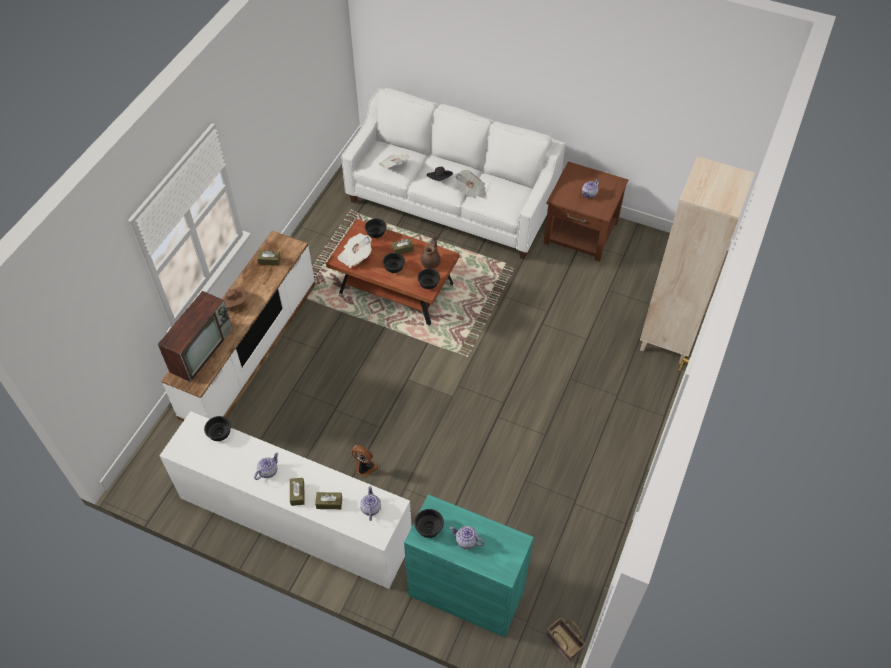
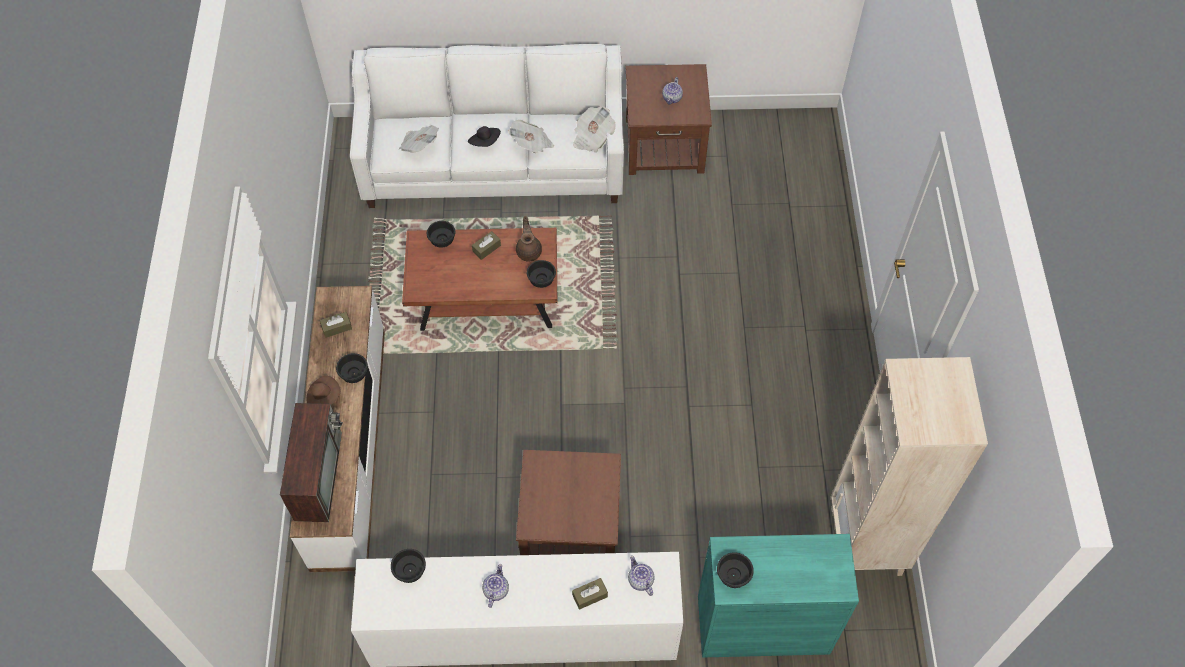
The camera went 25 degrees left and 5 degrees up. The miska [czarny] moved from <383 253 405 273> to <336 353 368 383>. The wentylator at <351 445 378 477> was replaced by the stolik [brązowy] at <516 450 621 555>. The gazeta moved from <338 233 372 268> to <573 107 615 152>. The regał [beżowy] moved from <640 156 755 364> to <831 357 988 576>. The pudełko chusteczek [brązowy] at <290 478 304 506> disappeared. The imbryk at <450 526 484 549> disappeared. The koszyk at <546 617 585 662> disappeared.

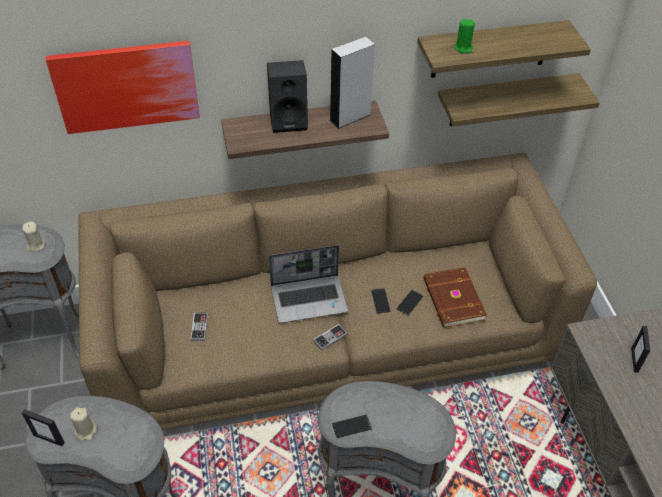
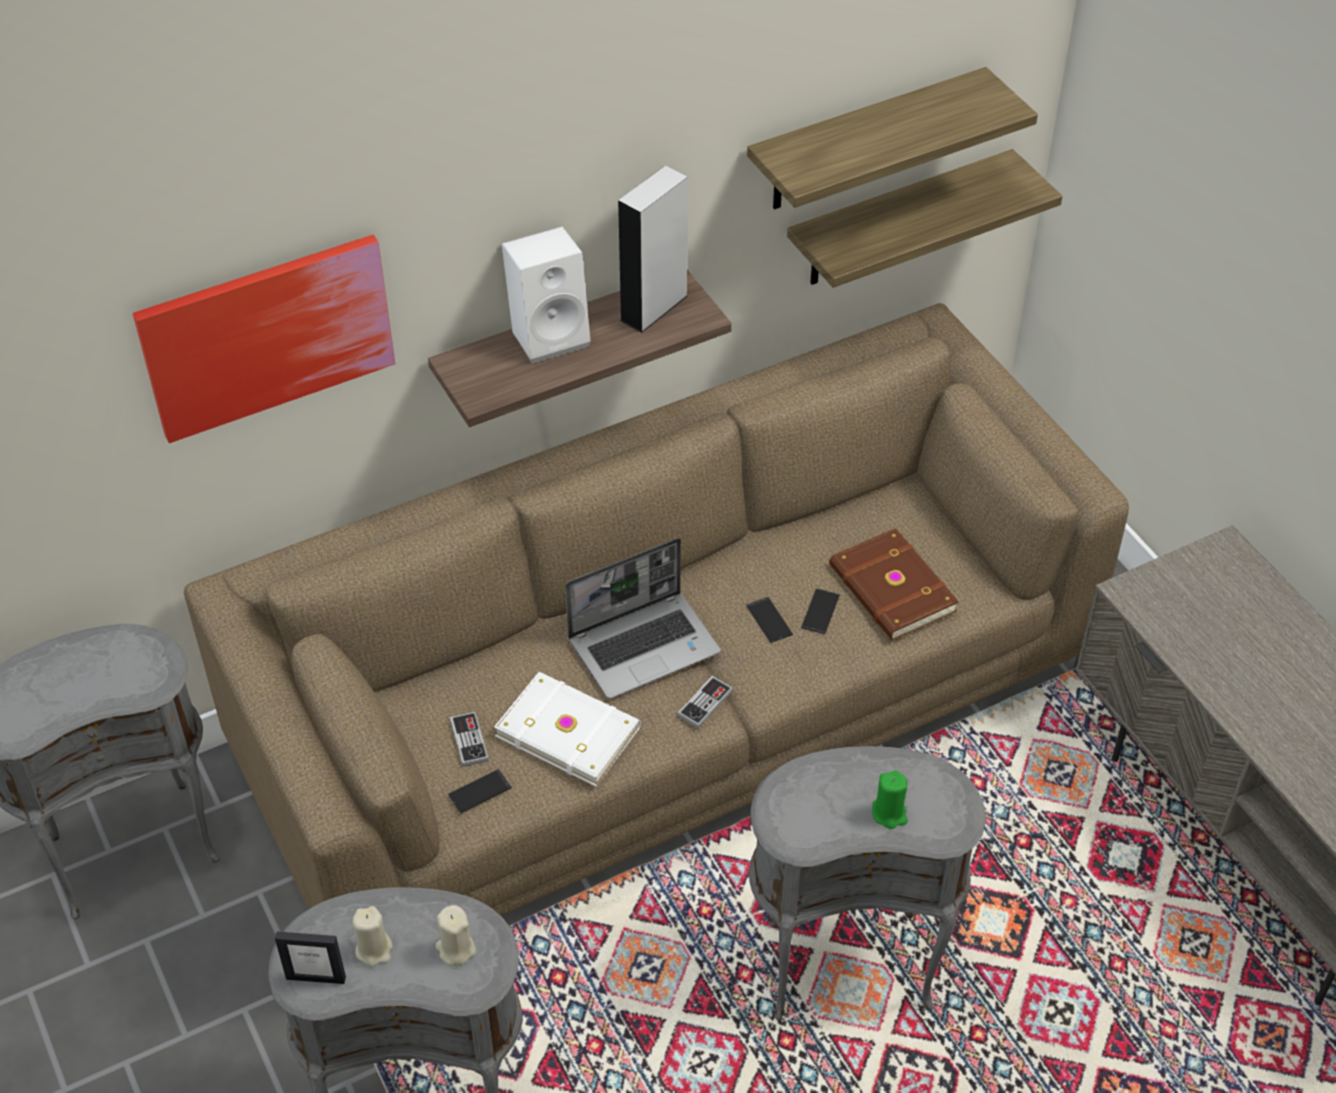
The camera went 15 degrees left and 0 degrees up. The świeca [beżowy] moved from <22 222 45 252> to <435 905 476 966>. The telefon moved from <332 414 372 438> to <448 769 512 814>. The książka [biały] at <494 672 641 787> appeared. The głośnik [czarny] at <267 60 308 133> became the głośnik [biały] at <502 227 591 364>. The świeca [zielony] moved from <454 19 475 54> to <872 770 908 829>. The ramka na zdjęcie at <631 326 650 373> disappeared.

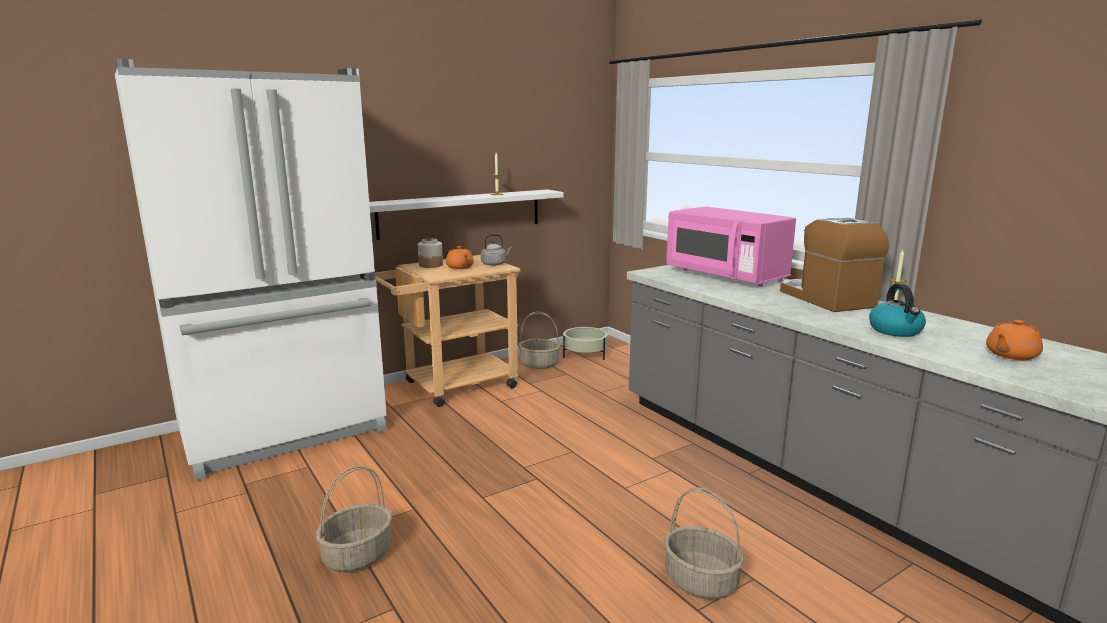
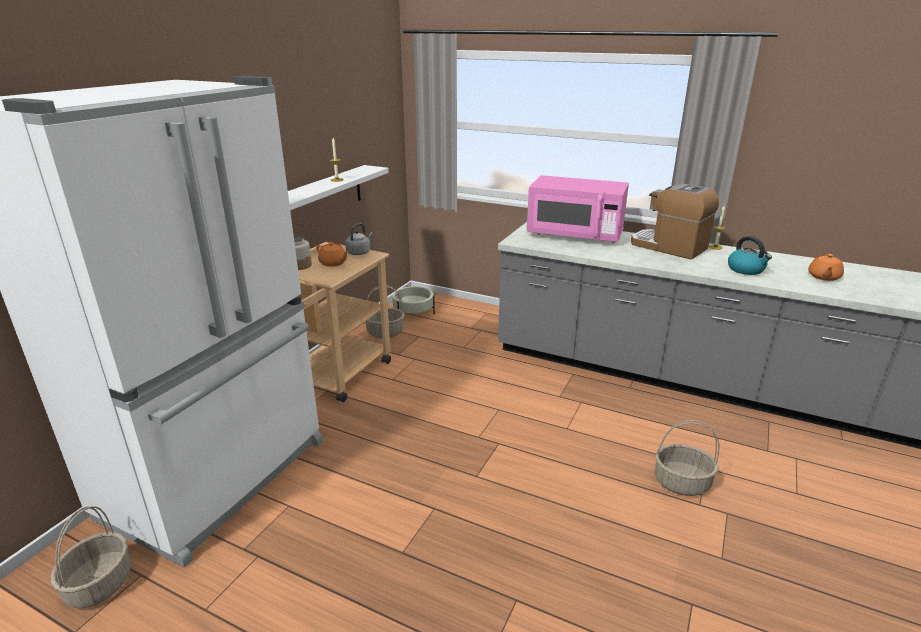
The camera went 30 degrees left and 10 degrees up. The koszyk moved from <316 466 392 572> to <51 506 131 608>.

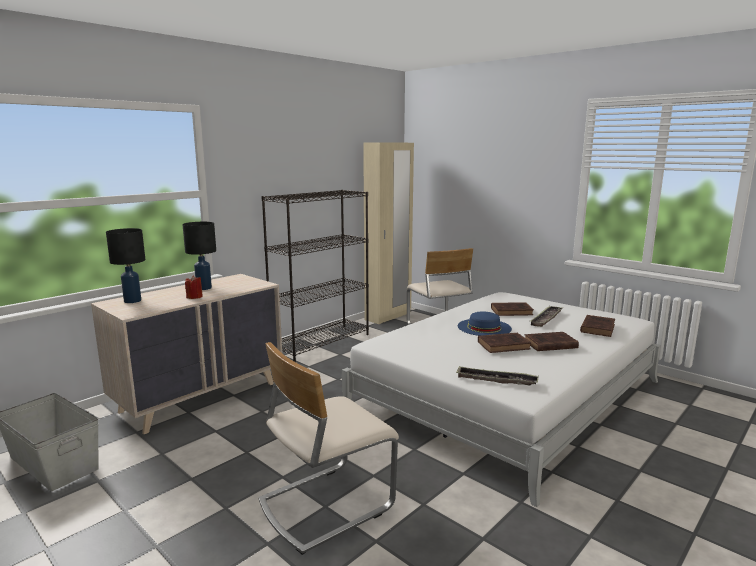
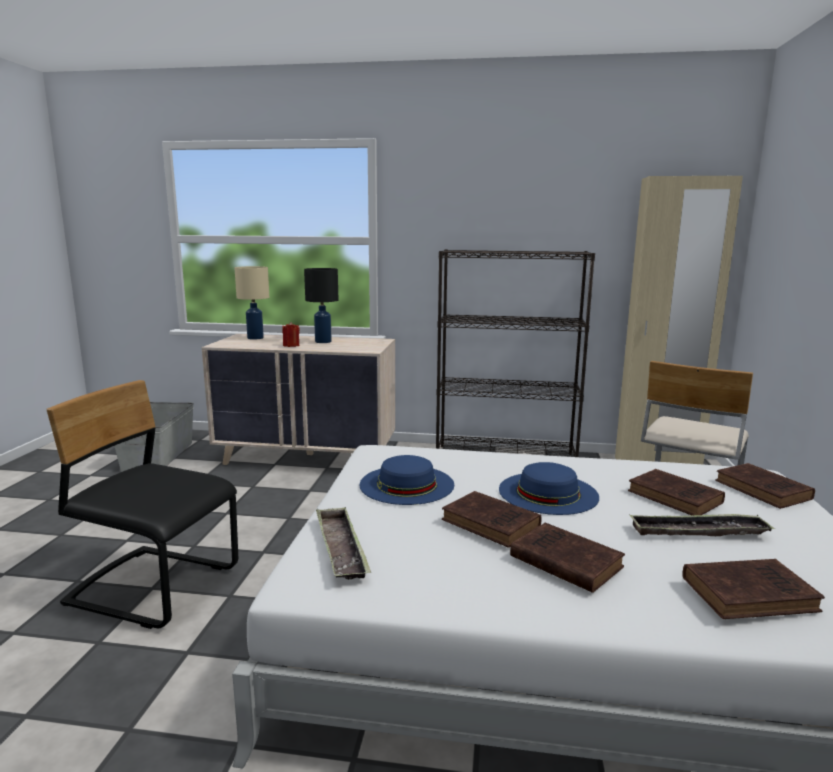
The camera went 55 degrees right and 0 degrees up. The krzesło [beżowy] at <258 342 399 555> became the krzesło [czarny] at <46 380 238 629>. The lampa stołowa [czarny] at <106 228 145 303> became the lampa stołowa [beżowy] at <234 266 269 340>. The kapelusz [niebieski] at <359 455 454 505> appeared. The książka [brązowy] at <715 463 815 509> appeared.

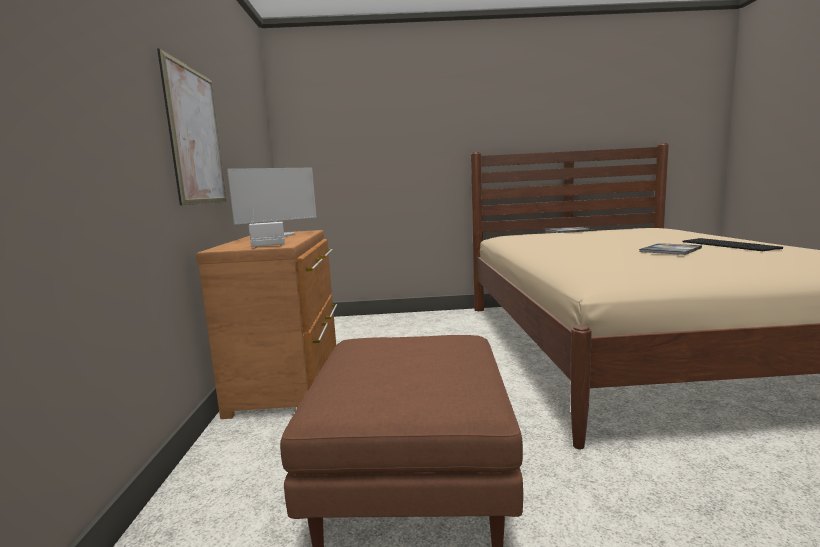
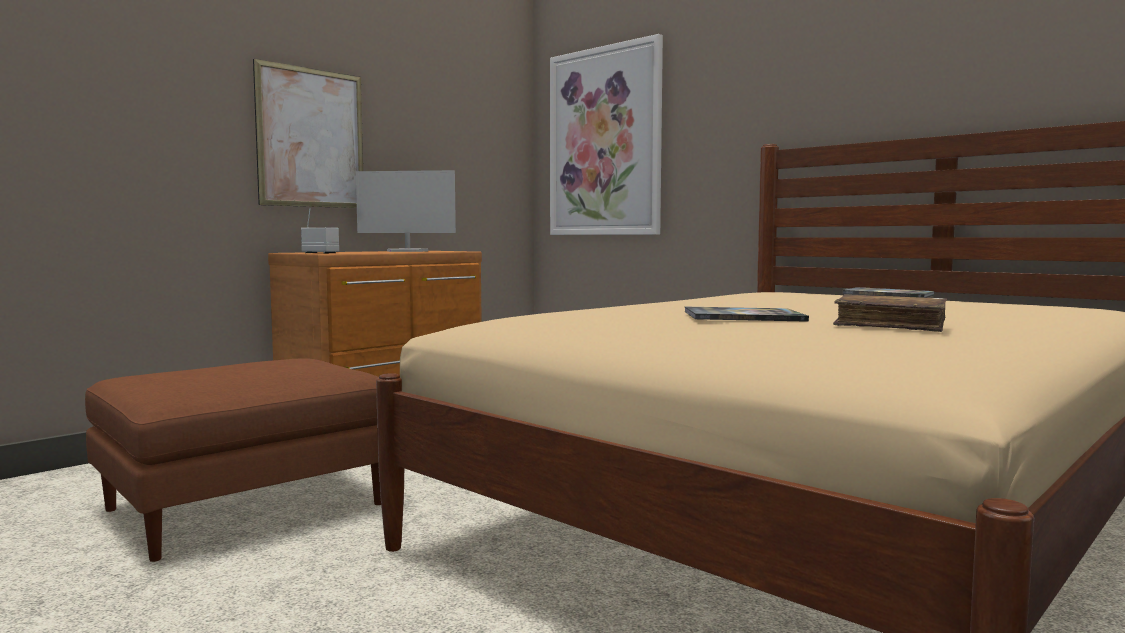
The camera went 45 degrees right and 5 degrees down. The obraz at <550 34 663 235> appeared. The klawiatura at <682 238 783 251> was replaced by the książka [brązowy] at <833 295 947 332>.

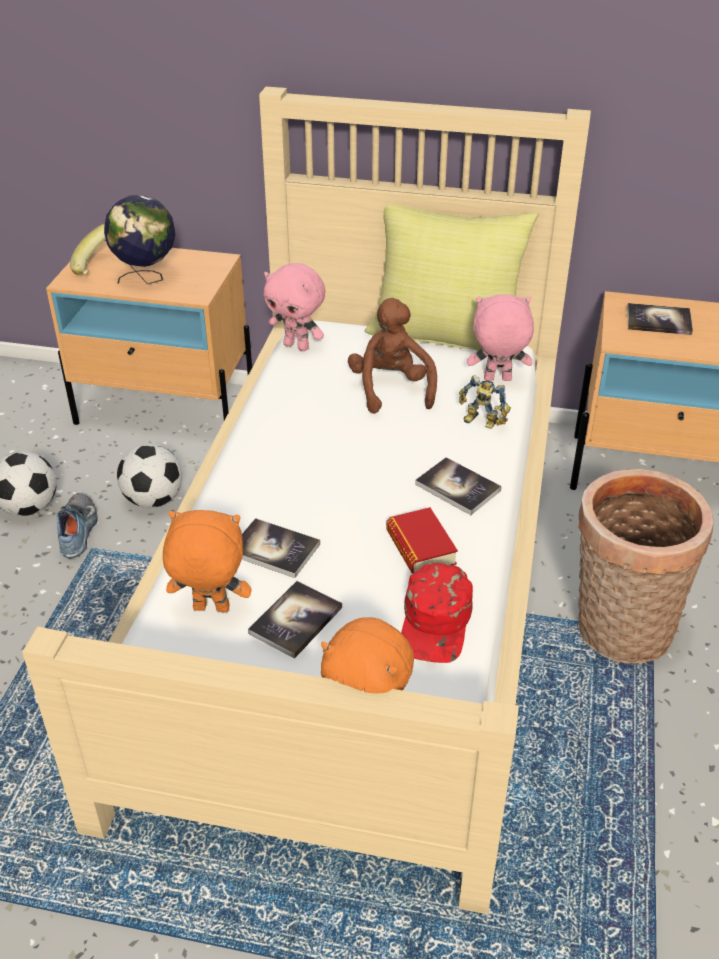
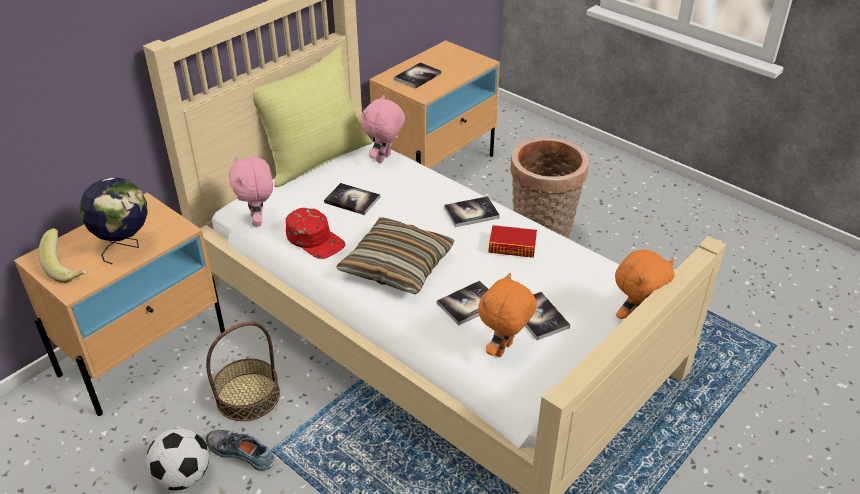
The camera went 60 degrees left and 0 degrees up. The piłka futbolowa at <117 444 182 508> was replaced by the koszyk at <206 322 280 421>. The pluszak [różowy] at <264 263 325 351> turned 105 degrees clockwise. The czapka z daszkiem [czerwony] moved from <401 563 473 663> to <286 208 346 259>. The pluszak [brązowy] at <348 298 437 414> was replaced by the książka at <324 183 380 215>. The poduszka at <336 217 455 295> appeared. The robot zabawkowy at <459 375 511 429> disappeared.

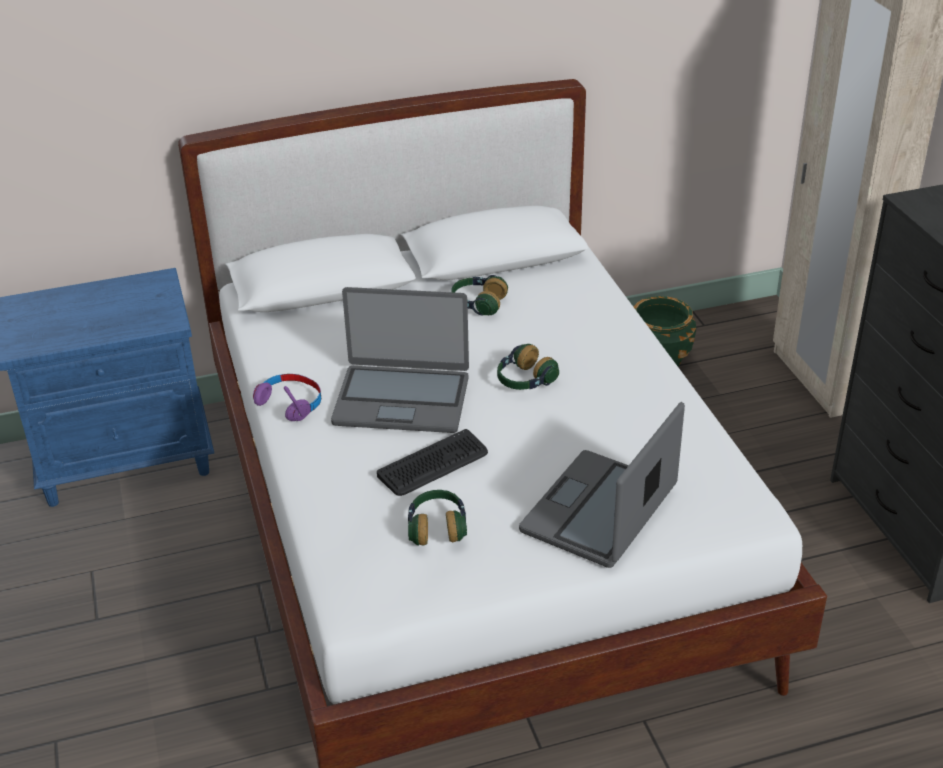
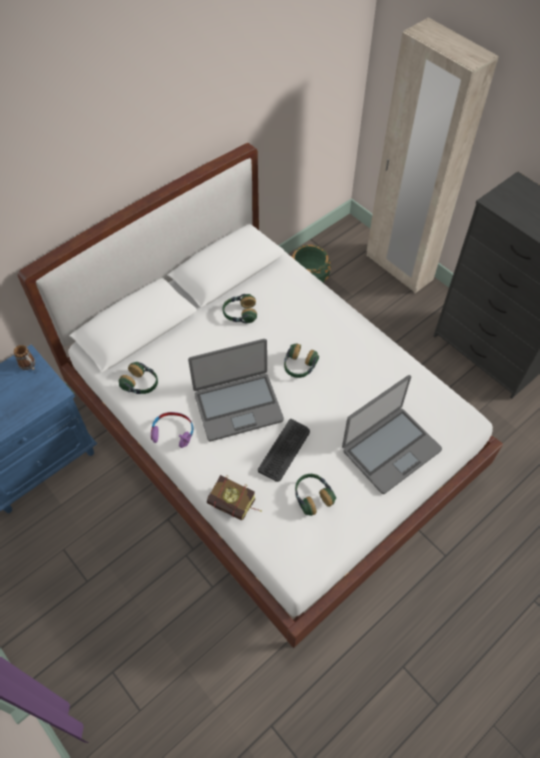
The camera went 25 degrees left and 20 degrees up. The kubek at <14 345 35 370> appeared. The słuchawki at <119 362 158 394> appeared. The książka at <207 475 262 520> appeared. The laptop at <519 402 685 568> turned 135 degrees counterclockwise.

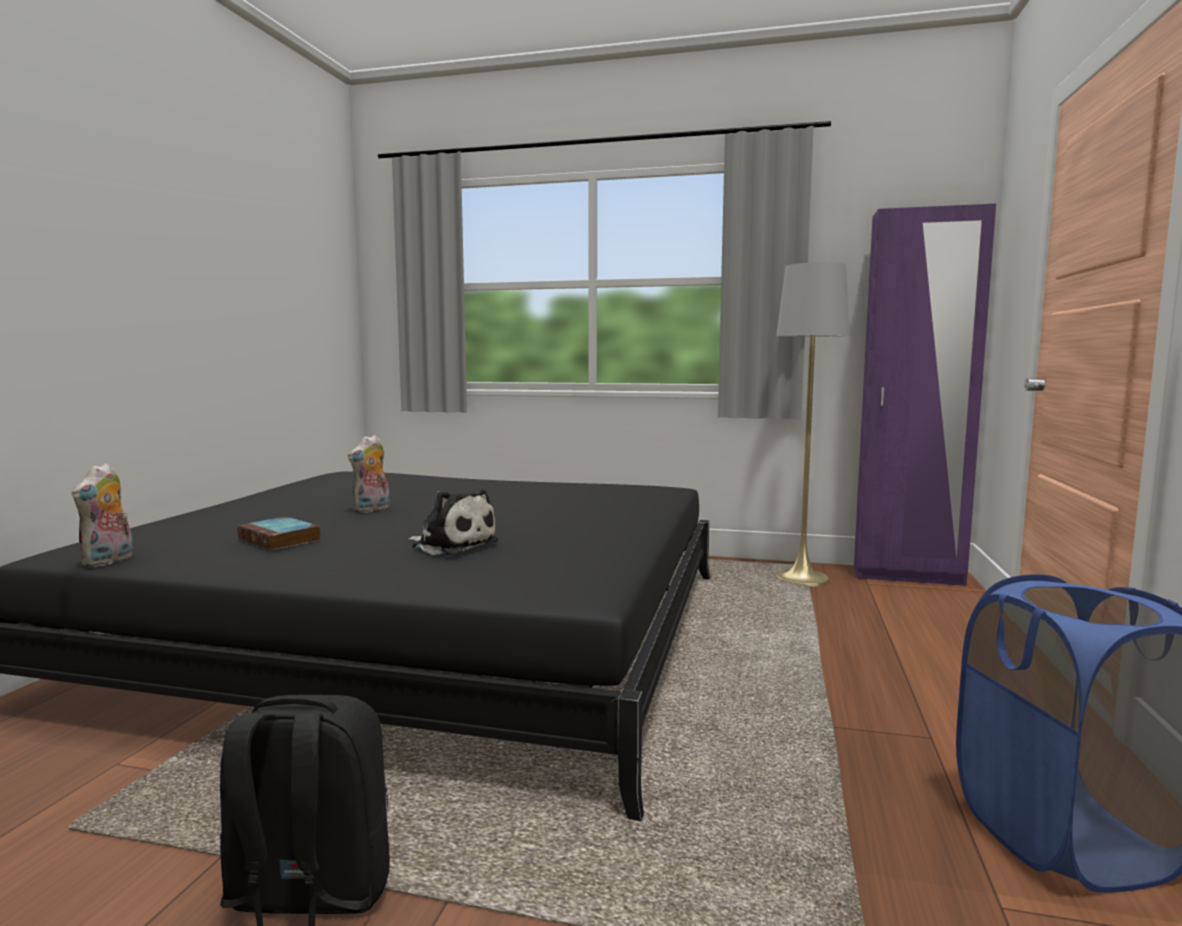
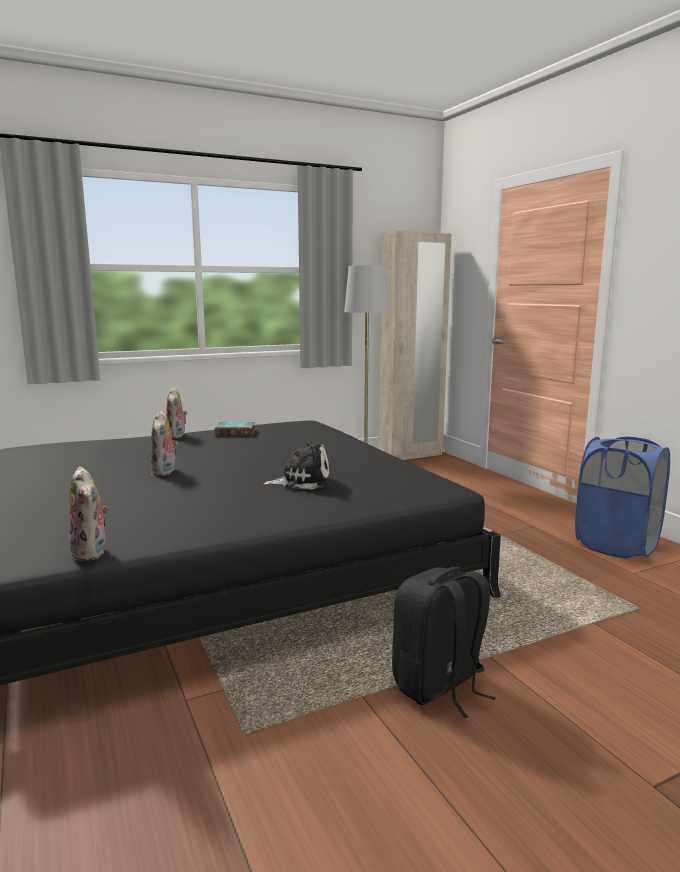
The camera went 40 degrees left and 5 degrees up. The pluszak at <166 387 187 438> appeared. The książka moved from <237 517 321 550> to <214 422 255 436>. The szafa [fioletowy] at <854 204 996 586> became the szafa [beżowy] at <379 231 451 460>.

